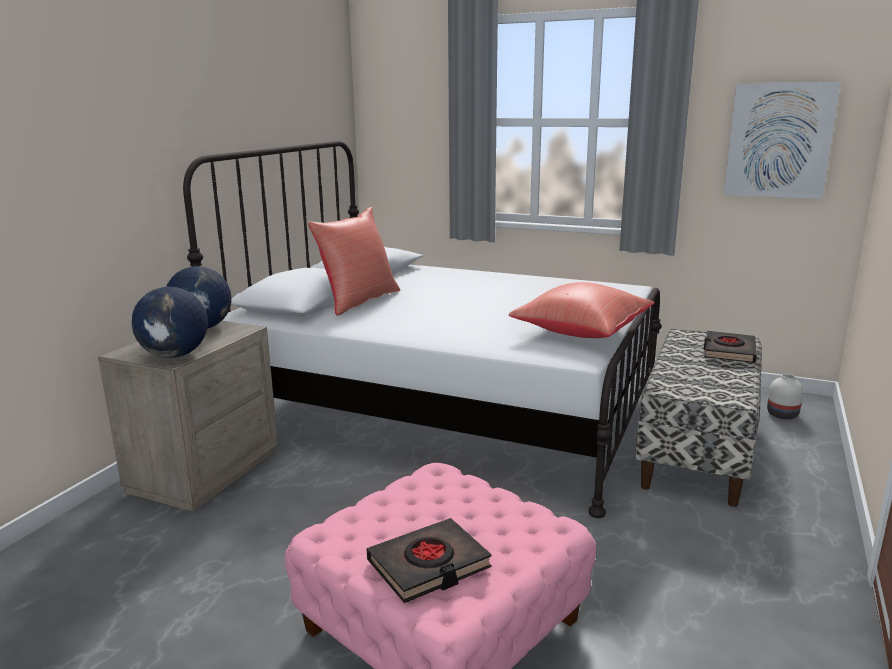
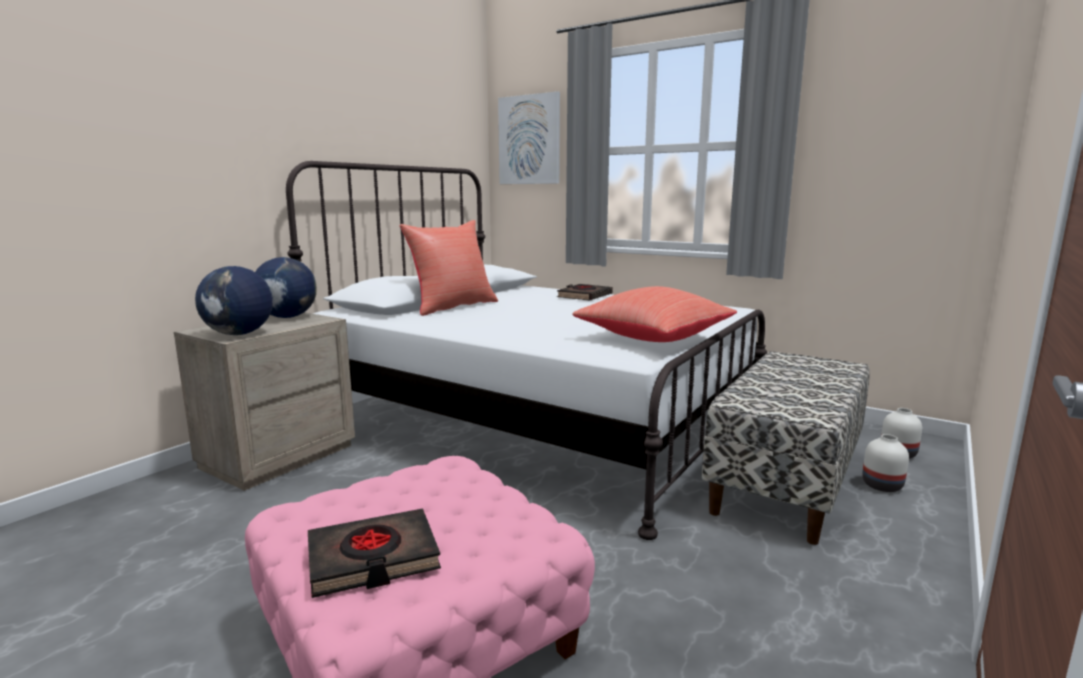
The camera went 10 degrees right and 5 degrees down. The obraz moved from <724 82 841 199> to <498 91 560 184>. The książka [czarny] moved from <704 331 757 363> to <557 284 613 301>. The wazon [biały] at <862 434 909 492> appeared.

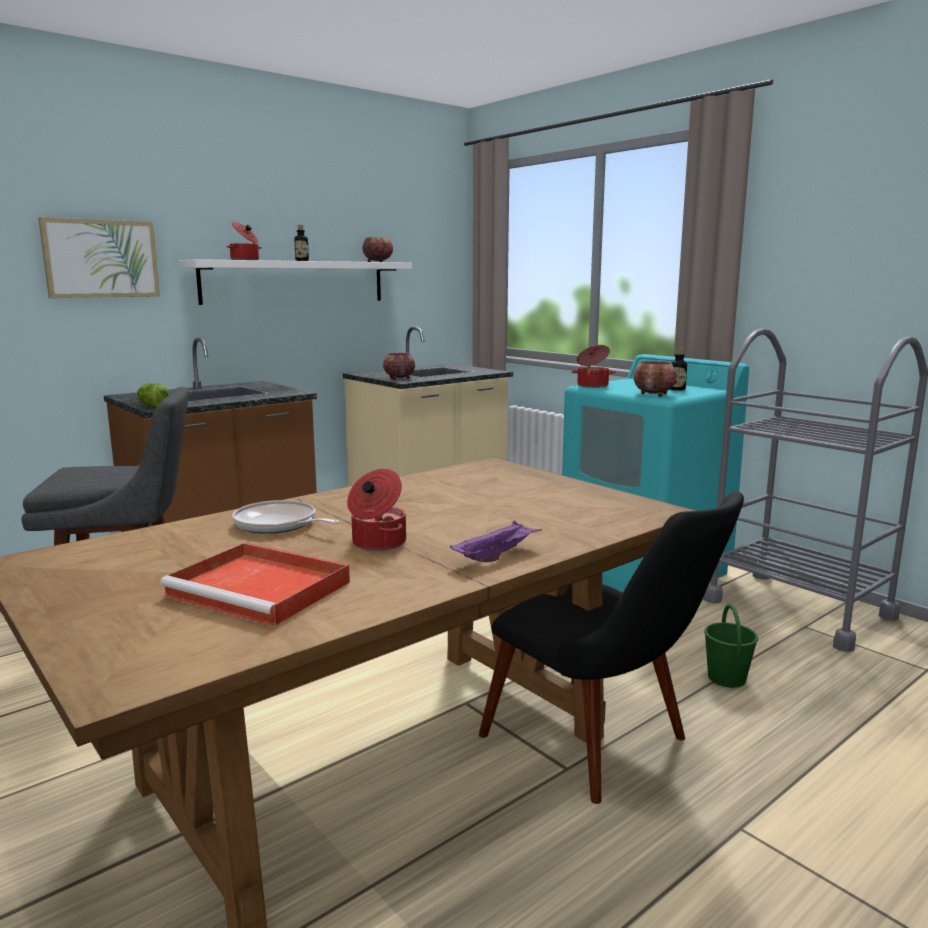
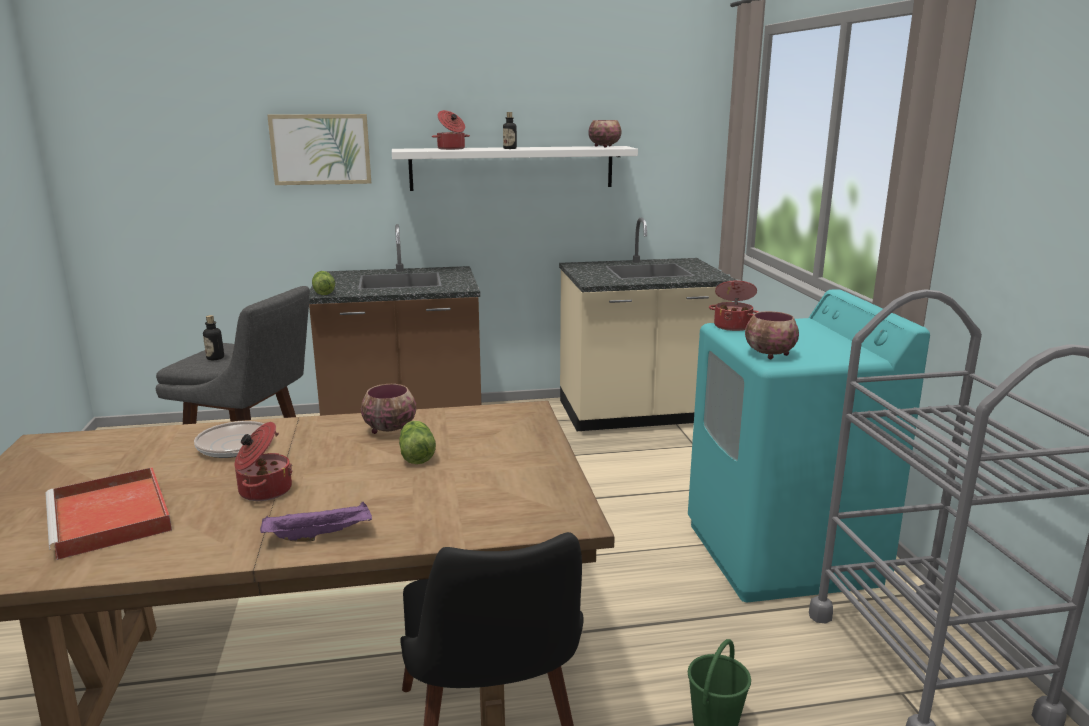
The camera went 30 degrees right and 5 degrees up. The butelka moved from <671 348 687 391> to <203 315 224 360>. The miska moved from <383 353 415 380> to <361 384 416 434>. The sałata at <399 421 436 464> appeared.

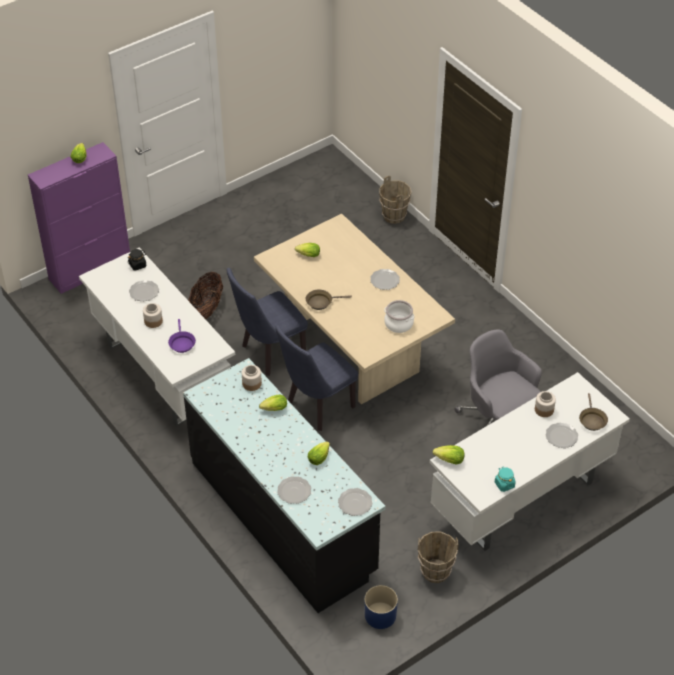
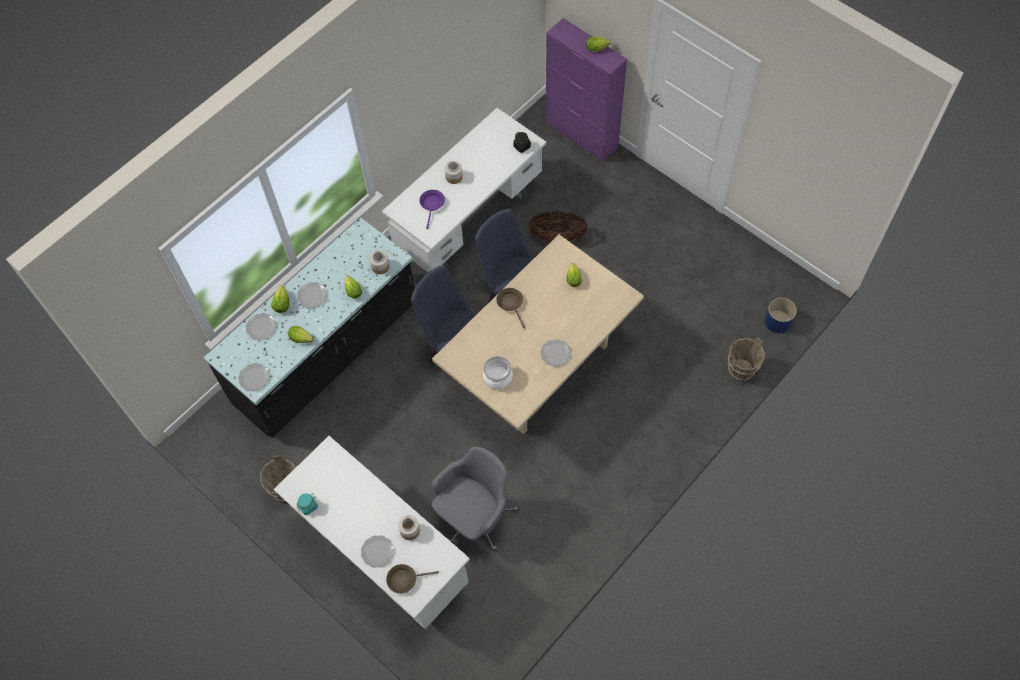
The camera went 80 degrees right and 15 degrees up. The sałata moved from <433 445 465 465> to <271 285 290 313>. The talerz moved from <129 280 159 302> to <297 282 327 308>. The patelnia [fioletowy] at <168 319 196 353> turned 120 degrees clockwise. The donica [niebieski] moved from <364 585 398 629> to <765 297 797 333>.

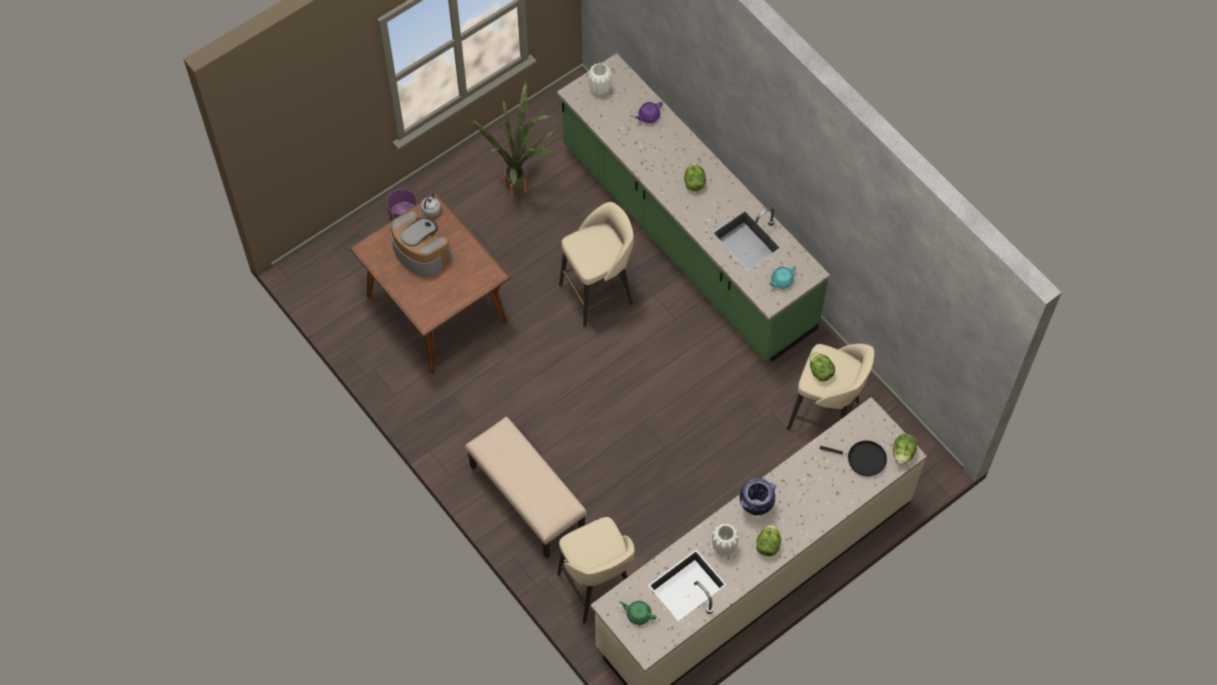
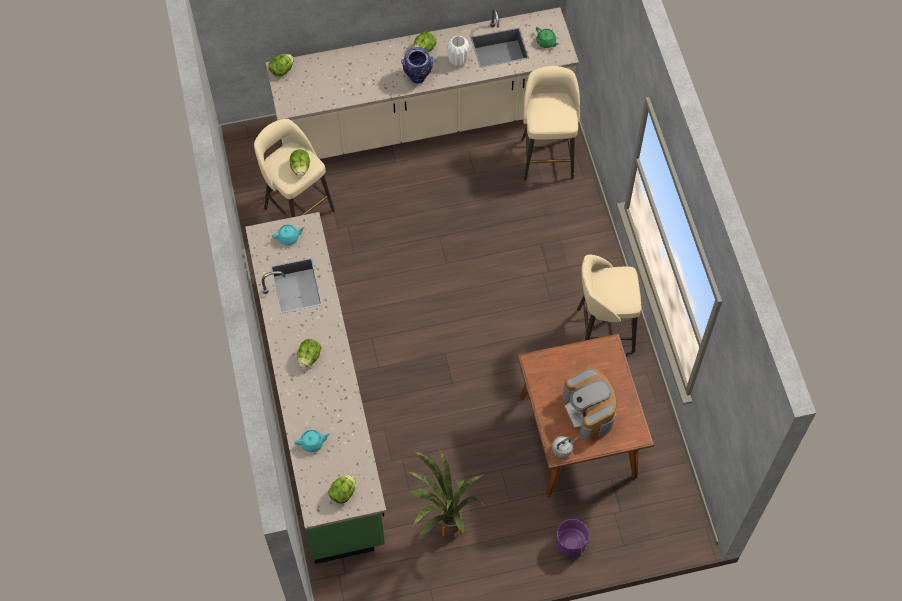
The camera went 155 degrees left and 0 degrees up. The imbryk [fioletowy] at <635 102 663 123> became the imbryk [turkusowy] at <294 430 330 452>. The wazon [biały] at <588 63 612 96> was replaced by the sałata at <328 475 355 504>. The stołek [beżowy] moved from <559 202 634 327> to <577 255 641 353>. The ławka [beżowy] at <465 416 587 559> disappeared. The patelnia [czarny] at <820 440 887 477> disappeared.

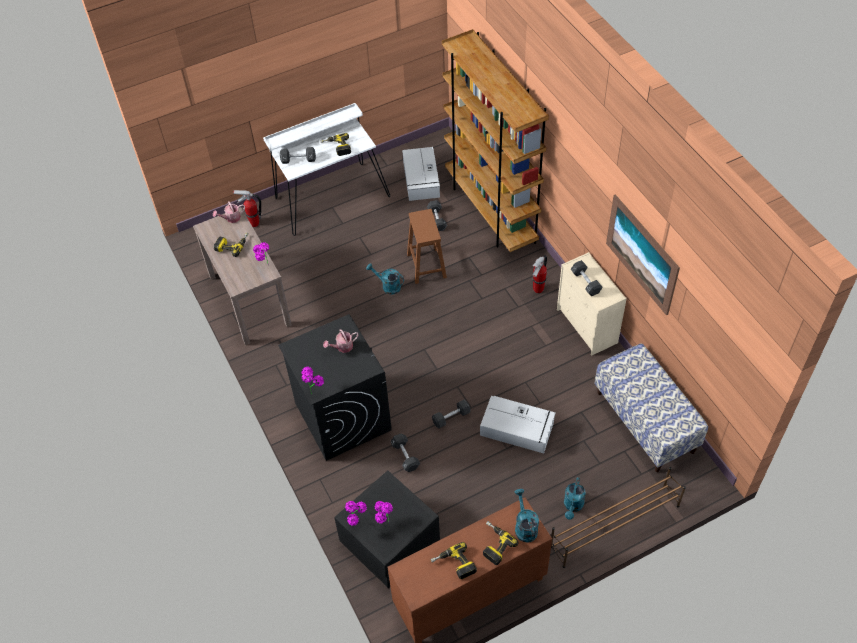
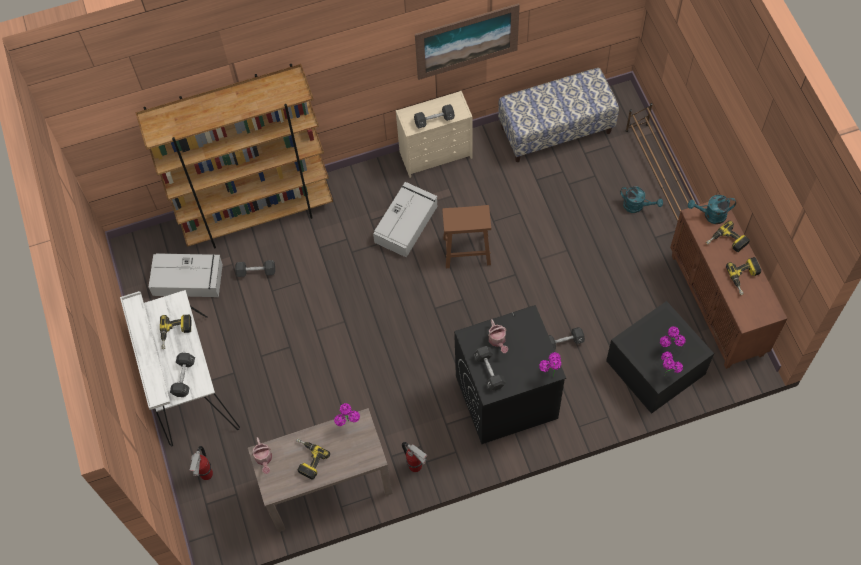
The camera went 80 degrees left and 10 degrees up. The pojemnik do przechowywania [szary] moved from <480 396 556 453> to <373 182 438 258>. The gaśnica moved from <532 255 547 293> to <402 442 427 472>. The stołek [brązowy] moved from <407 209 447 284> to <442 205 491 268>. The hantel [czarny] moved from <432 400 471 428> to <473 346 506 391>. The konewka [turkusowy] at <366 263 404 294> disappeared.

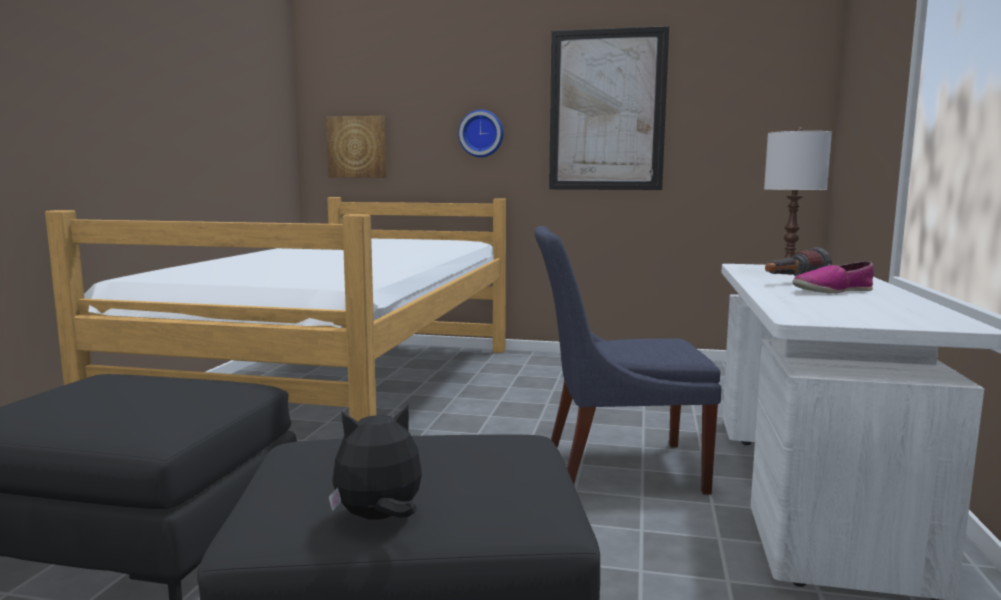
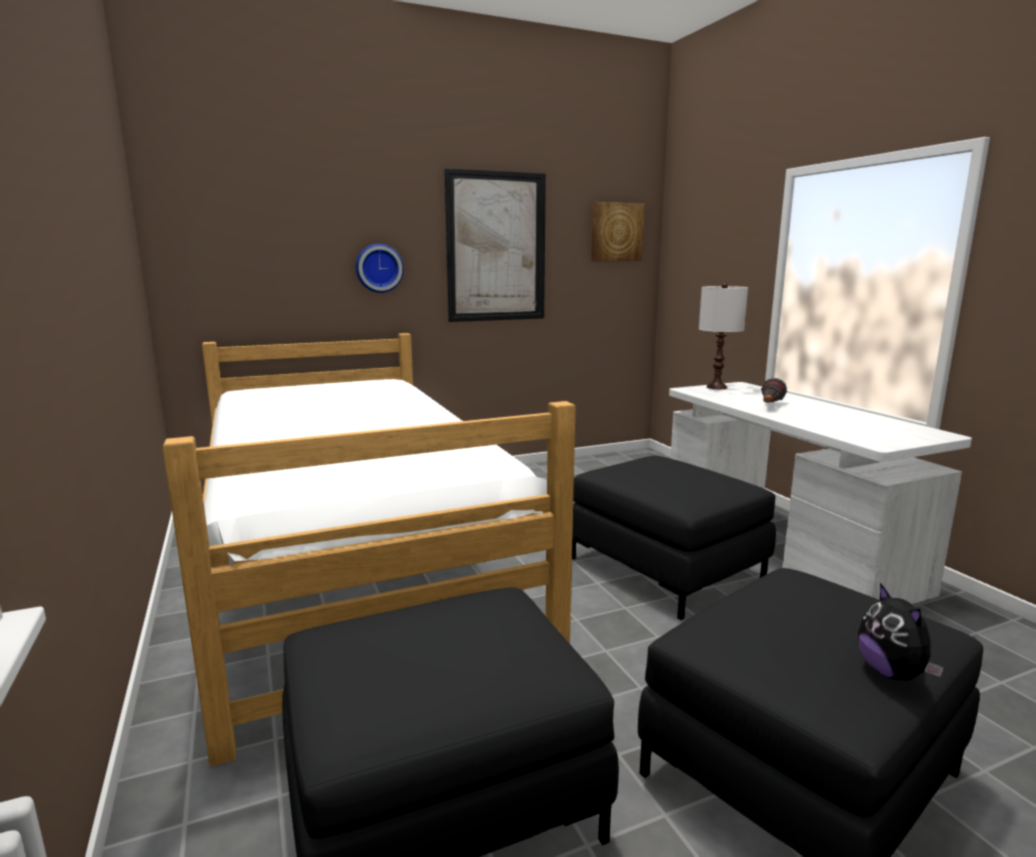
The camera went 35 degrees left and 5 degrees up. The krzesło [niebieski] at <535 226 722 495> was replaced by the pufa [czarny] at <572 456 776 620>. The obraz moved from <326 116 386 178> to <591 202 644 261>. The pluszak at <328 404 422 520> turned 45 degrees counterclockwise. The but at <792 261 874 294> disappeared.

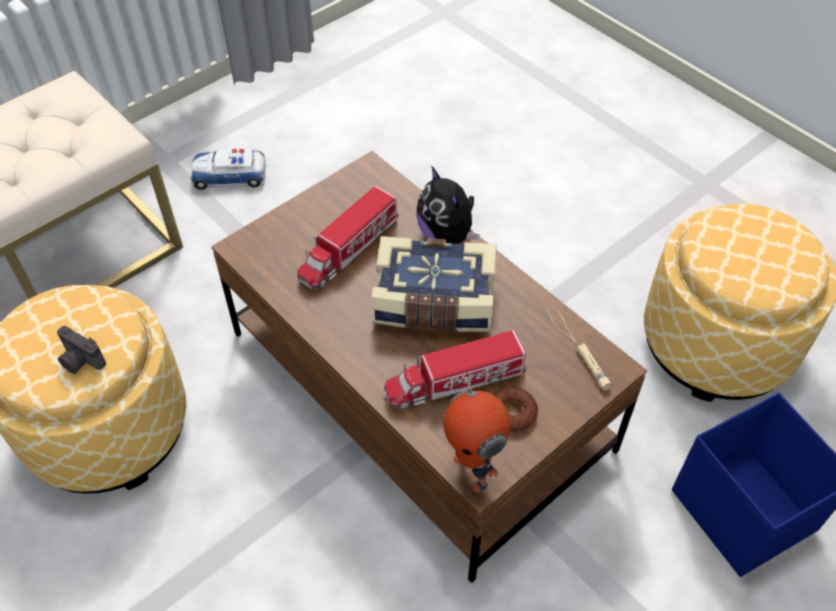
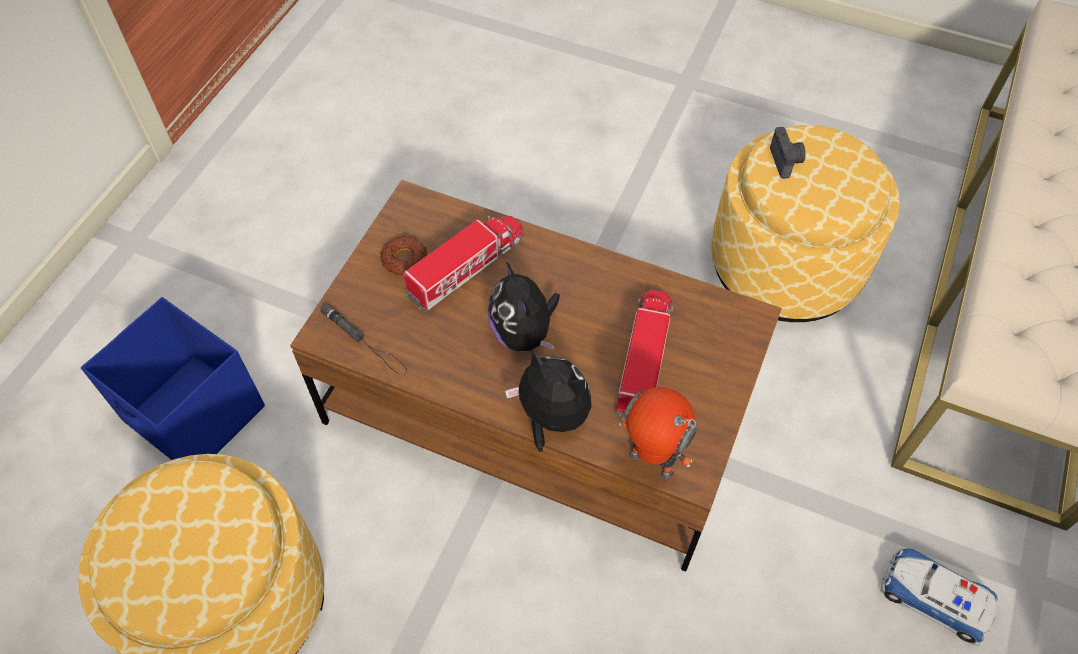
The camera went 155 degrees right and 5 degrees up. The latarka [beżowy] at <548 306 612 390> became the latarka [czarny] at <321 303 407 375>. The książka at <371 236 497 332> was replaced by the pluszak at <488 262 560 352>. The robot zabawkowy moved from <444 372 510 492> to <619 387 697 479>. The aparat fotograficzny at <57 326 106 374> turned 75 degrees clockwise. The samochodzik at <190 149 266 190> turned 120 degrees counterclockwise.

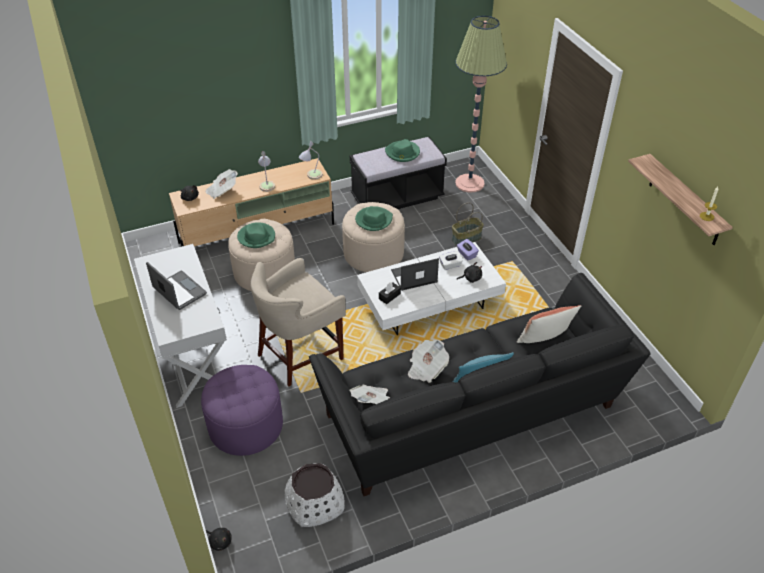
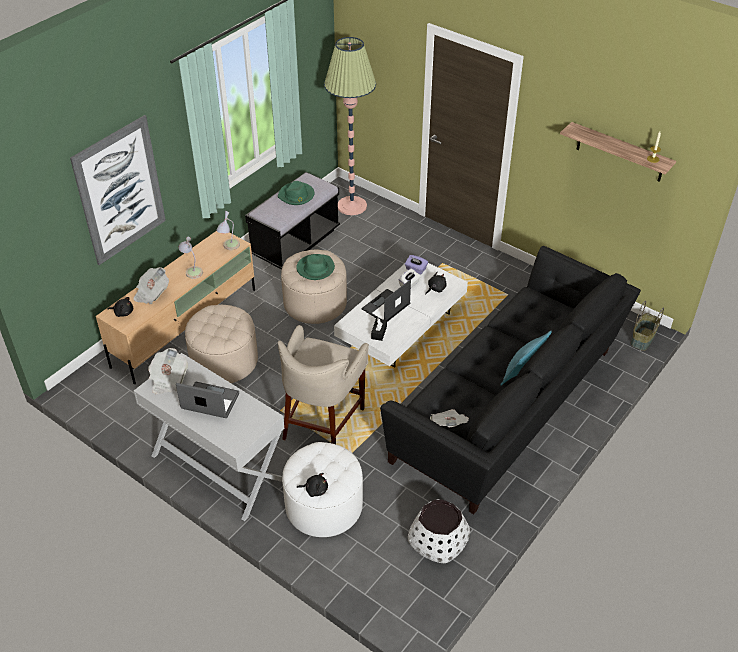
The camera went 30 degrees left and 0 degrees up. The obraz at <70 115 166 265> appeared. The gazeta moved from <408 340 449 383> to <148 348 188 394>. The pufa [fioletowy] at <201 365 283 456> became the pufa [biały] at <282 442 363 537>. The pluszak [czarny] moved from <206 528 232 551> to <296 473 328 497>. The koszyk moved from <451 203 484 246> to <631 301 664 351>. The kapelusz [zielony] at <237 223 275 248> disappeared. The poduszka at <517 305 581 343> disappeared.

